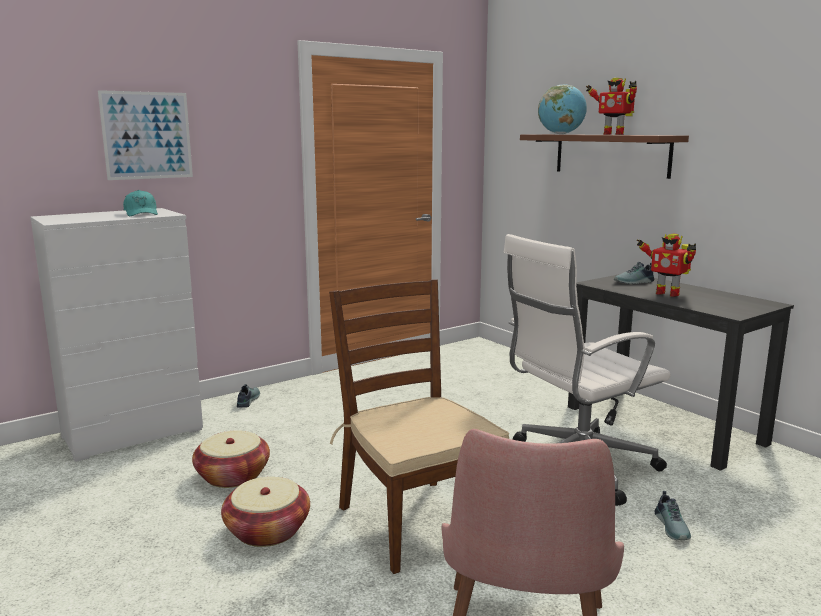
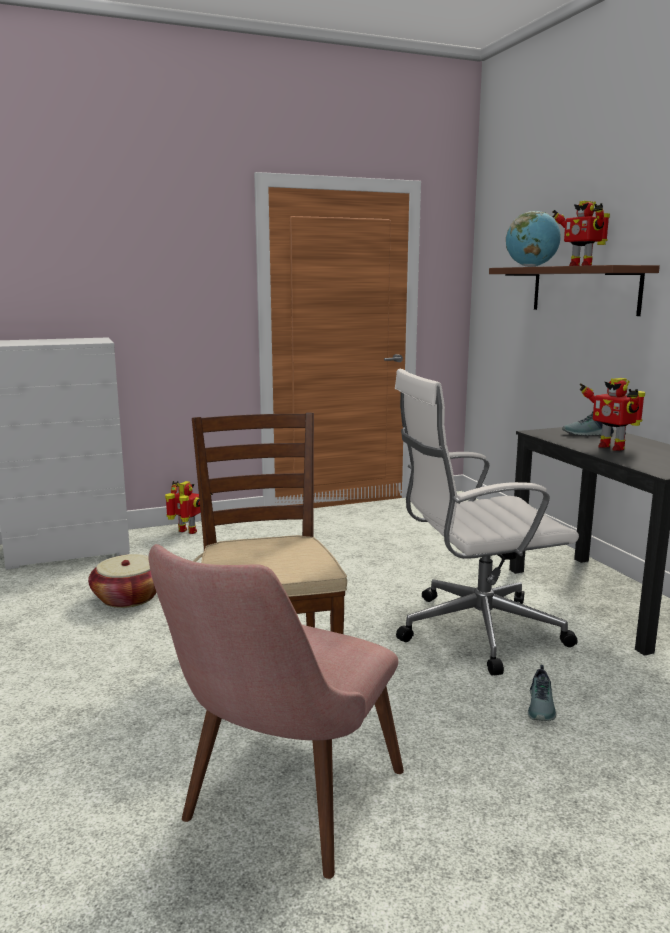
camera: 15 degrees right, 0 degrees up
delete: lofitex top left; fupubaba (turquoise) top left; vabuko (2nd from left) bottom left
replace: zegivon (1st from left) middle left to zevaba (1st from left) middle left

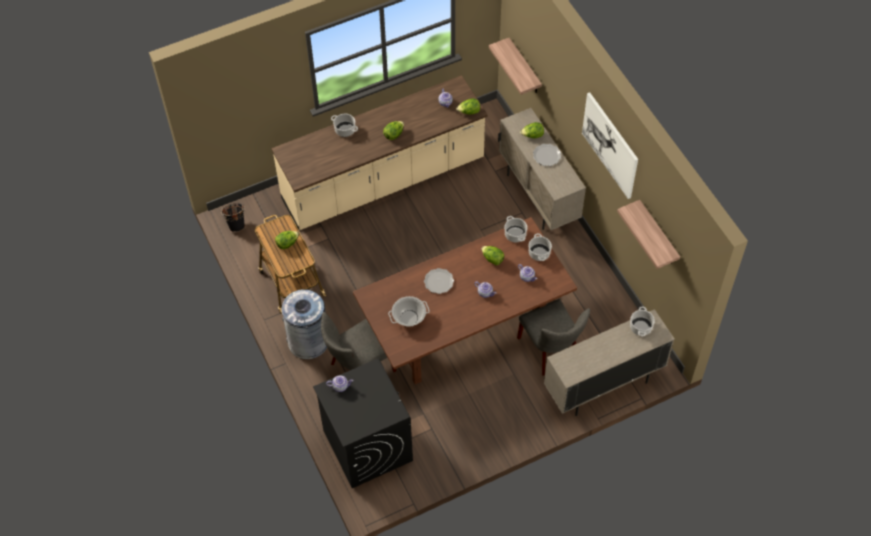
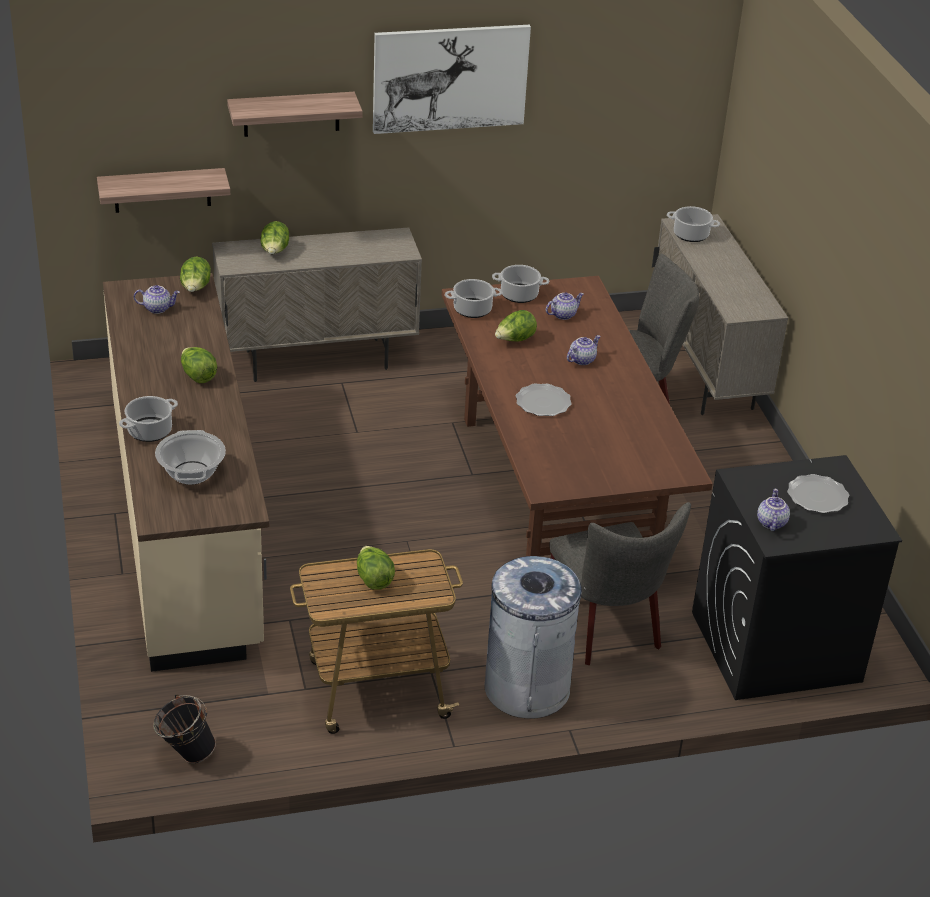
camera: 80 degrees left, 20 degrees down
move: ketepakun (2nd from left) centre to middle left; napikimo (2nd from left) middle right to top left; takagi (2nd from left) top centre to middle right

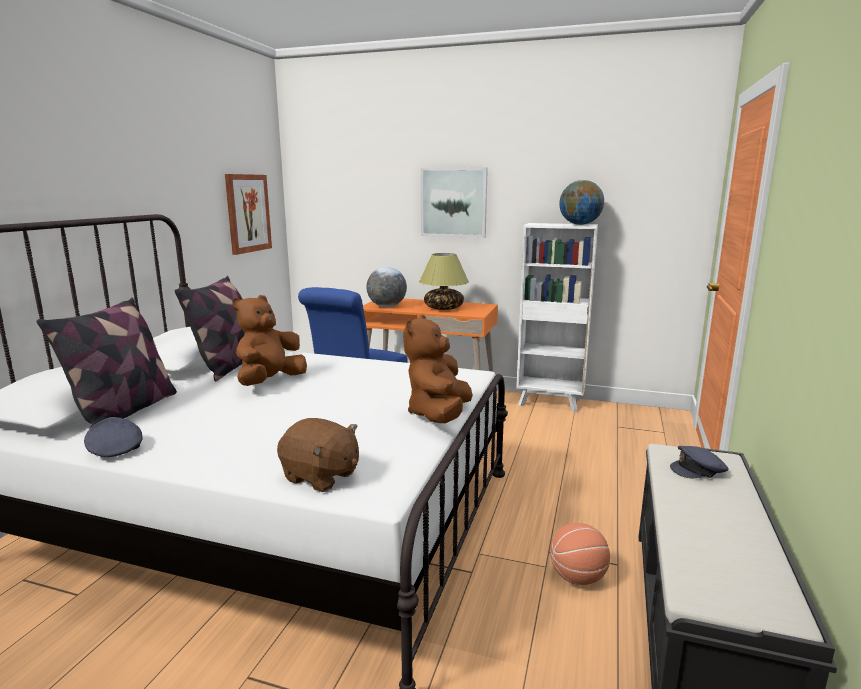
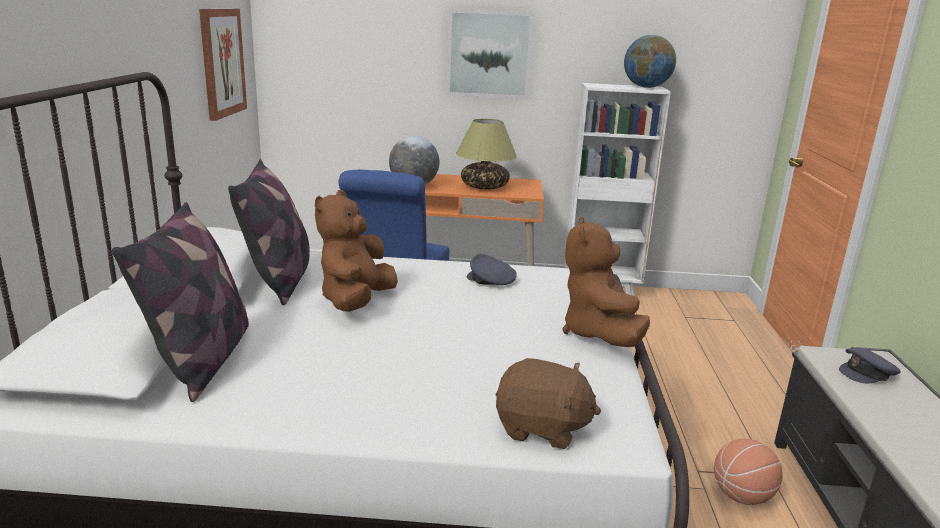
camera: 15 degrees left, 5 degrees up
move: fupubaba (grey) (1st from left) middle left to centre

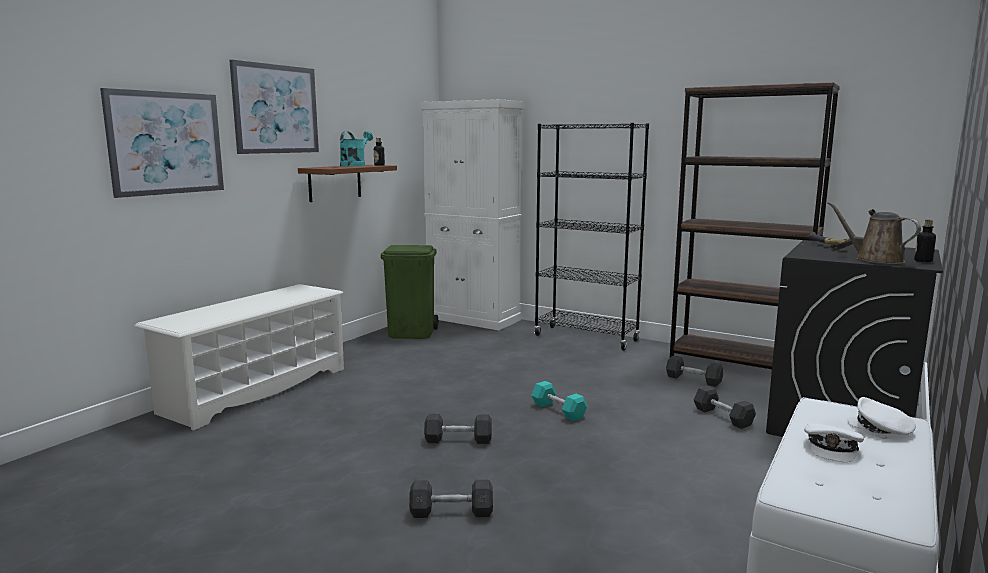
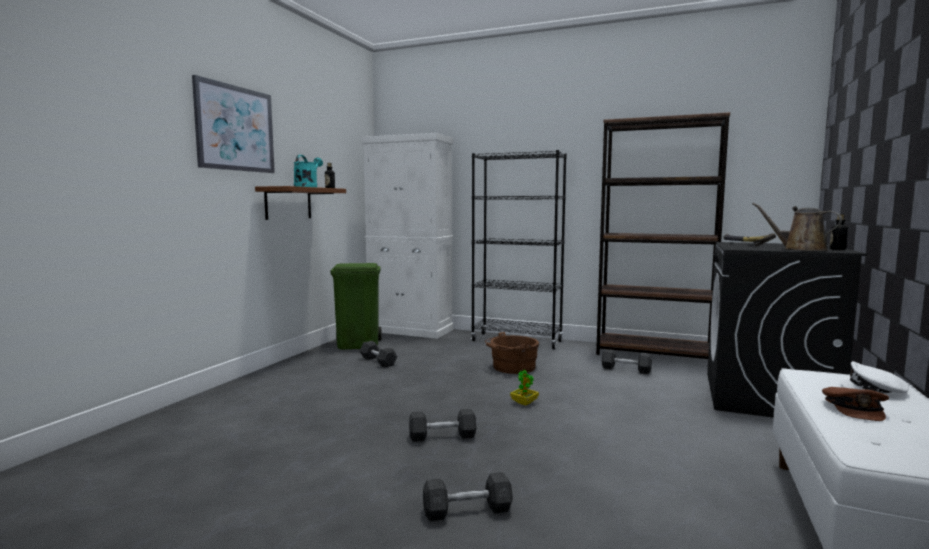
camera: 10 degrees left, 5 degrees down
delete: lofitex (1st from left) top left; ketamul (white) middle left
insert: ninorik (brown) centre
move: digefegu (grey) (4th from left in the first image) bottom right to digefegu (grey) (1st from left) centre
replace: digefegu (turquoise) bottom centre to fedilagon bottom centre
recolor: fupubaba (white) (1st from left) bottom right to fupubaba (brown) bottom right

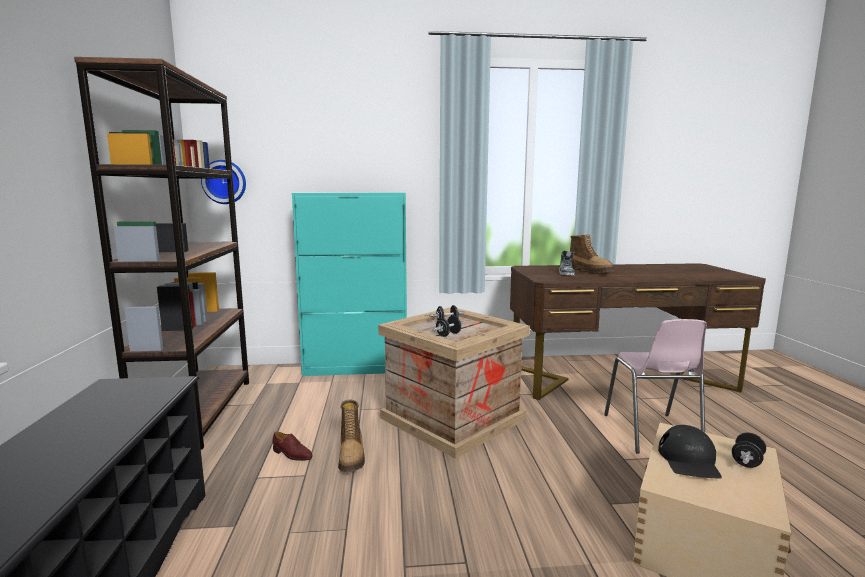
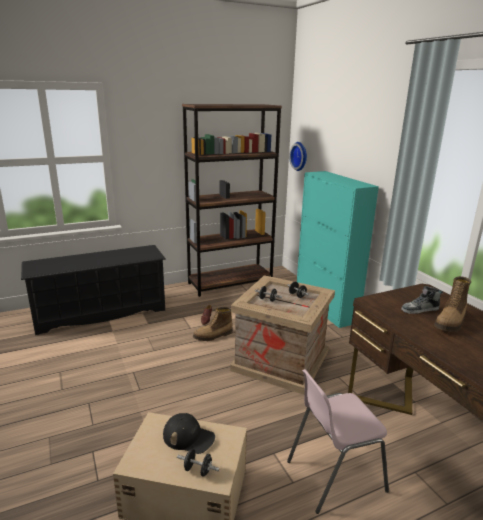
camera: 70 degrees right, 10 degrees up
rotate: fupubaba (black) bottom right = bottom centre 150 degrees counterclockwise

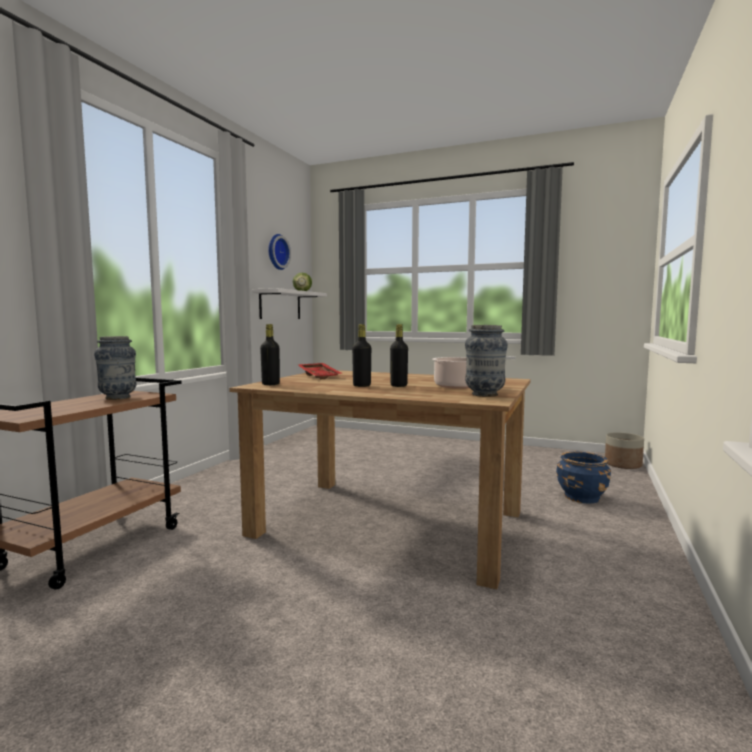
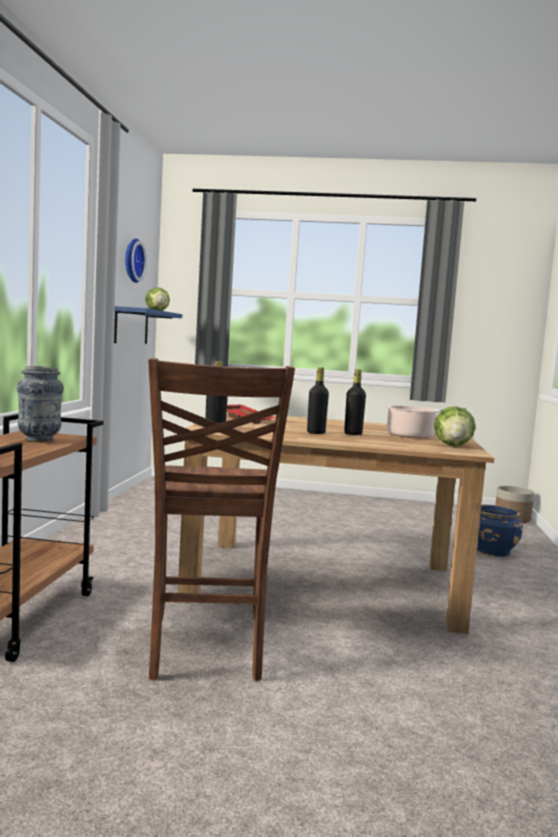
camera: 15 degrees left, 0 degrees up
insert: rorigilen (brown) centre
replace: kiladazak (2nd from left) centre to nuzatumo (2nd from left) middle right
recolor: napikimo (white) centre to napikimo (blue) middle left

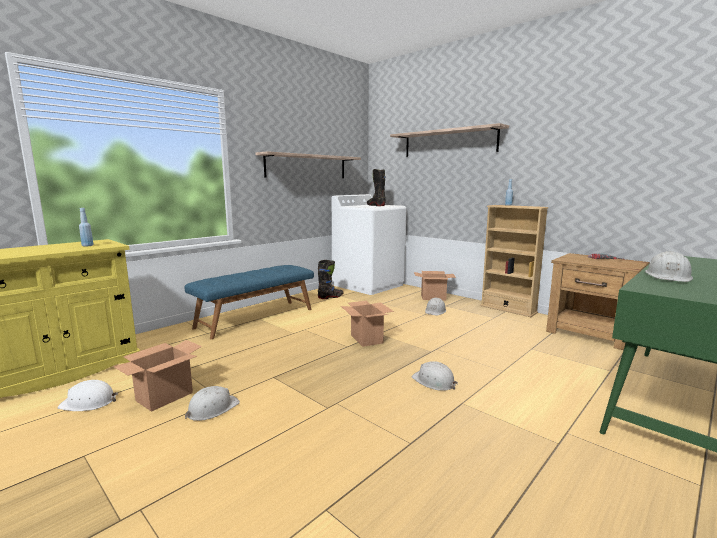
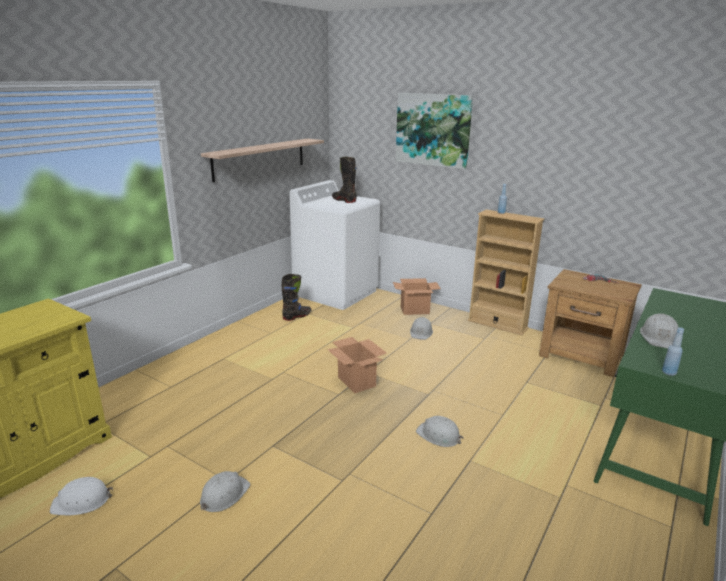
camera: 10 degrees left, 10 degrees up
delete: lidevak (1st from left) bottom left; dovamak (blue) centre
move: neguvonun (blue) (1st from left in the first image) middle left to neguvonun (blue) (2nd from left) middle right
replace: napikimo (2nd from left) top centre to lofitex top centre

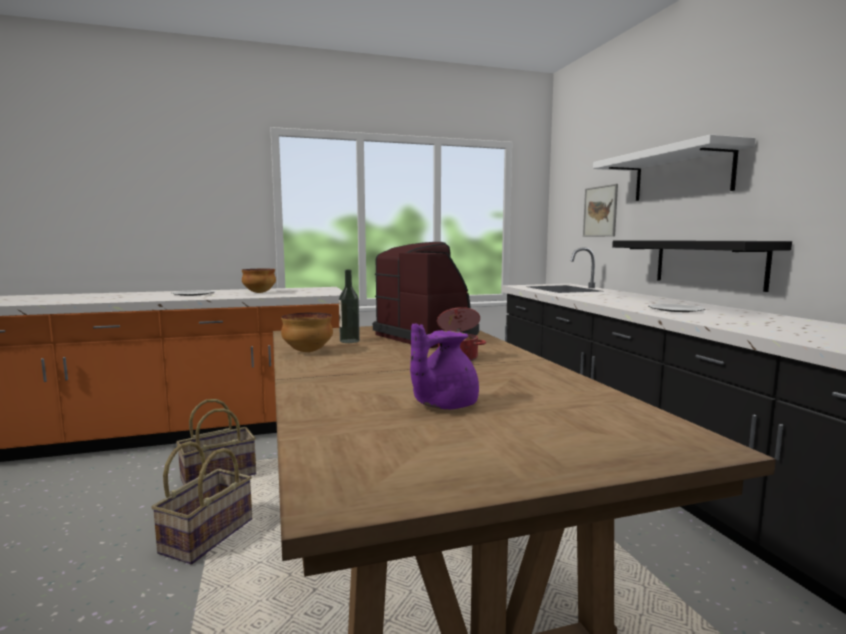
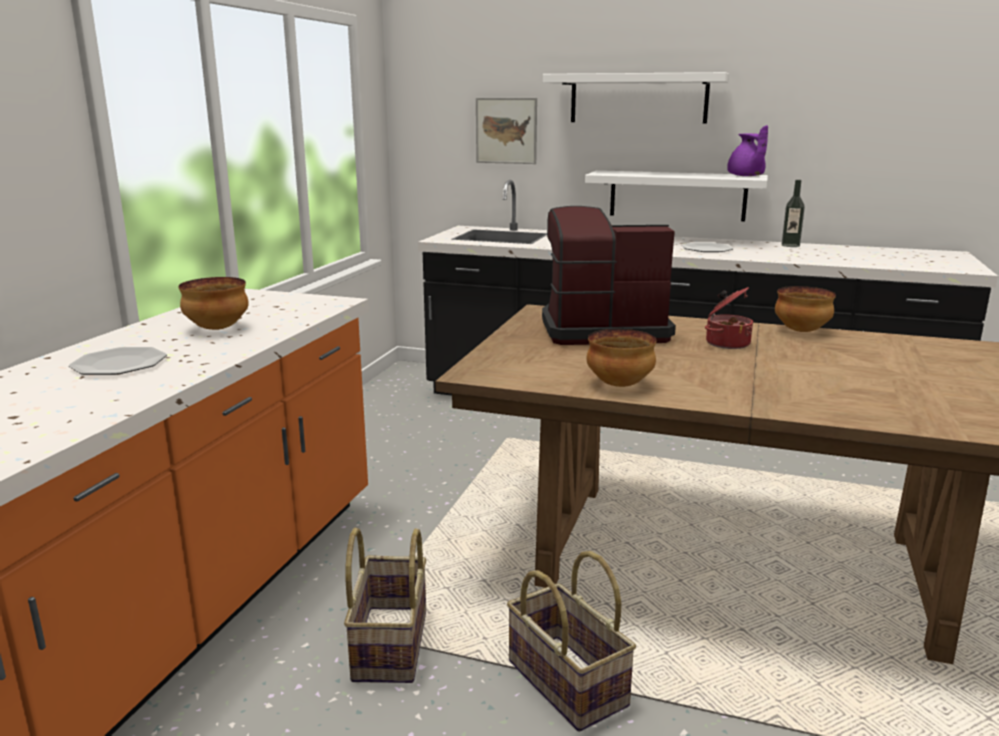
camera: 55 degrees left, 10 degrees up
insert: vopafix (3rd from left) middle right
move: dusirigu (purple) centre to top right; neguvonun centre to top right
recolor: napikimo (black) middle right to napikimo (white) (2nd from left) top right

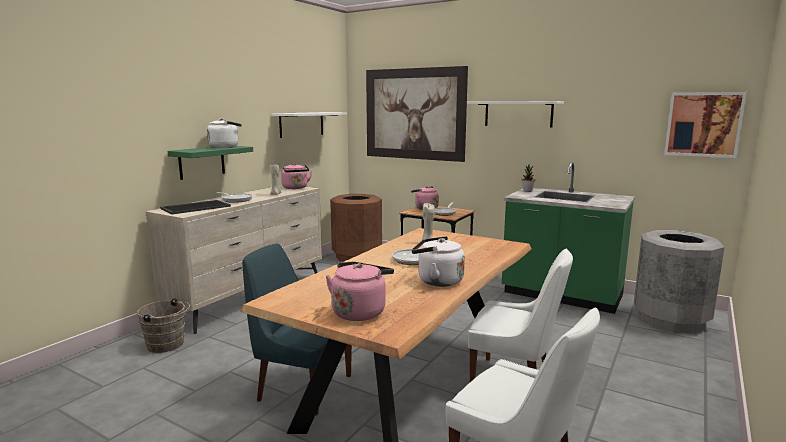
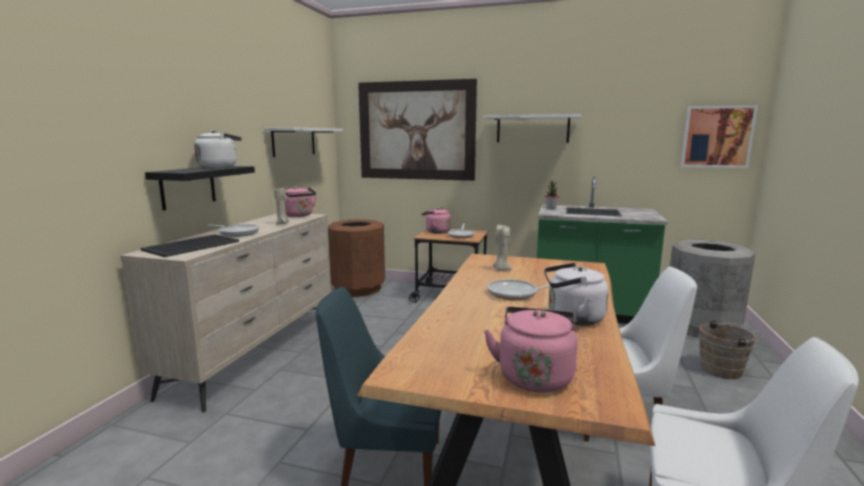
camera: 15 degrees left, 0 degrees up
move: ninorik (brown) bottom left to bottom right
recolor: napikimo (green) middle left to napikimo (black) middle left

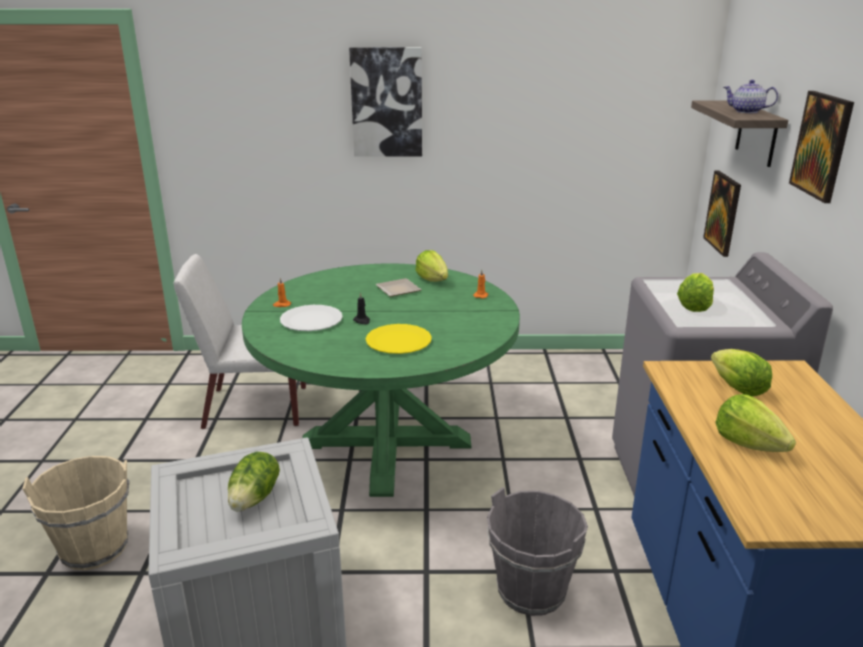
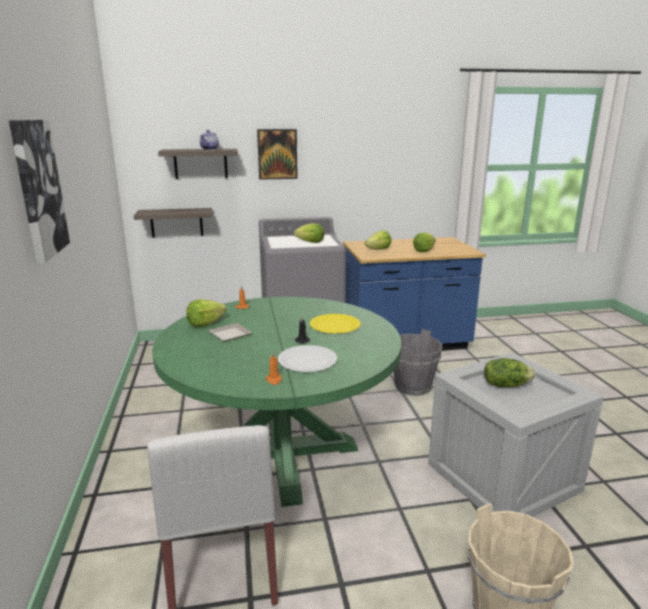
camera: 100 degrees left, 5 degrees down
replace: lofitex (2nd from left) top right to napikimo (1st from left) middle left

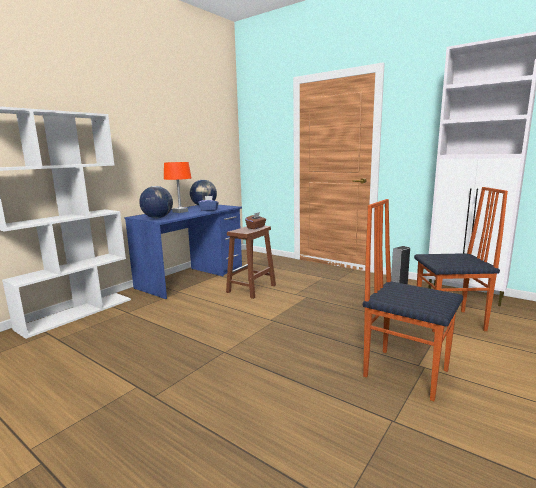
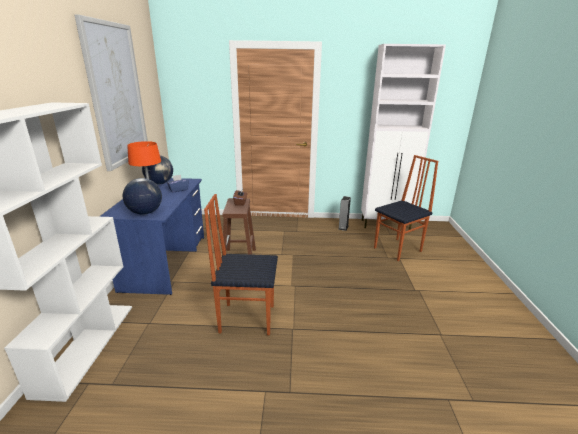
camera: 35 degrees left, 10 degrees up
insert: lofitex top left
move: rorigilen (1st from left) middle right to centre

